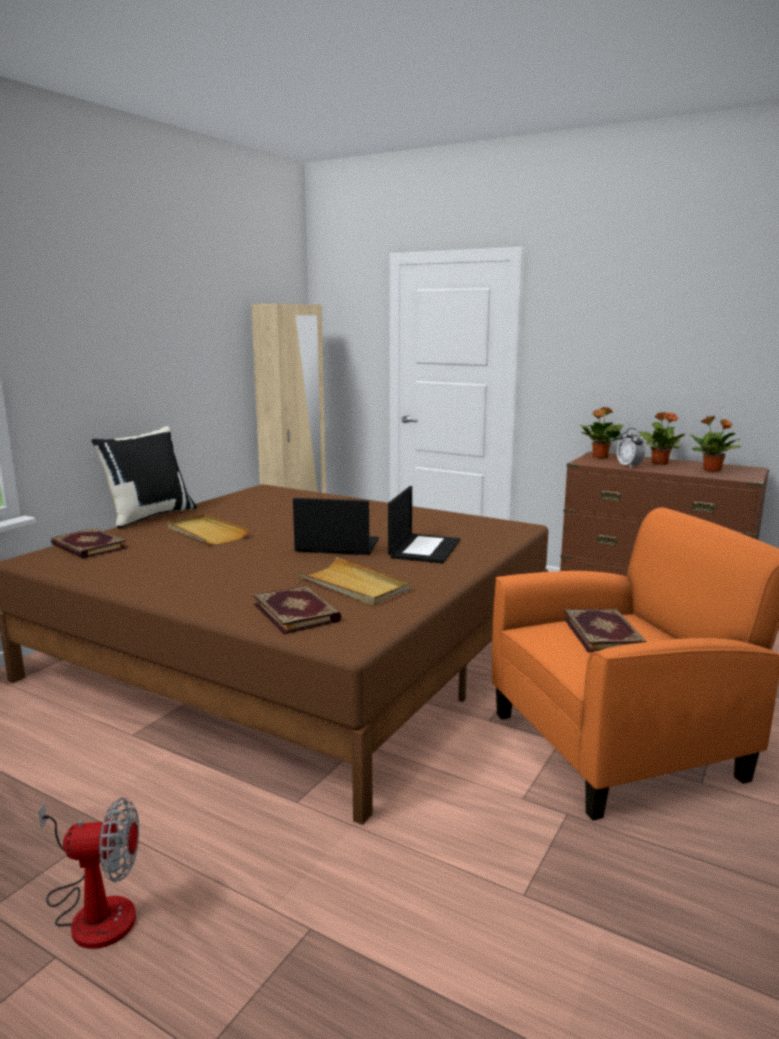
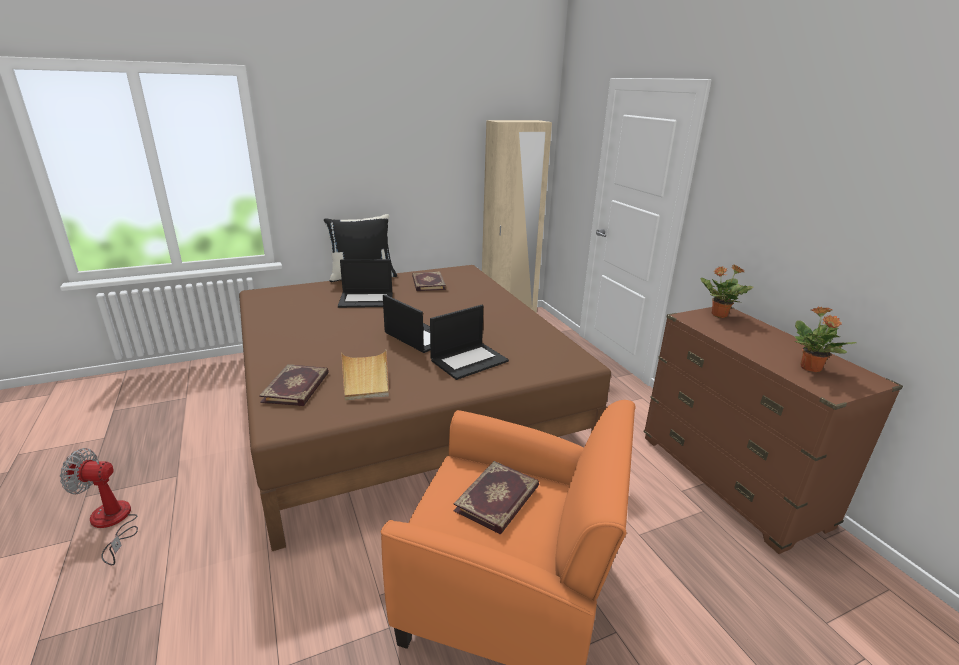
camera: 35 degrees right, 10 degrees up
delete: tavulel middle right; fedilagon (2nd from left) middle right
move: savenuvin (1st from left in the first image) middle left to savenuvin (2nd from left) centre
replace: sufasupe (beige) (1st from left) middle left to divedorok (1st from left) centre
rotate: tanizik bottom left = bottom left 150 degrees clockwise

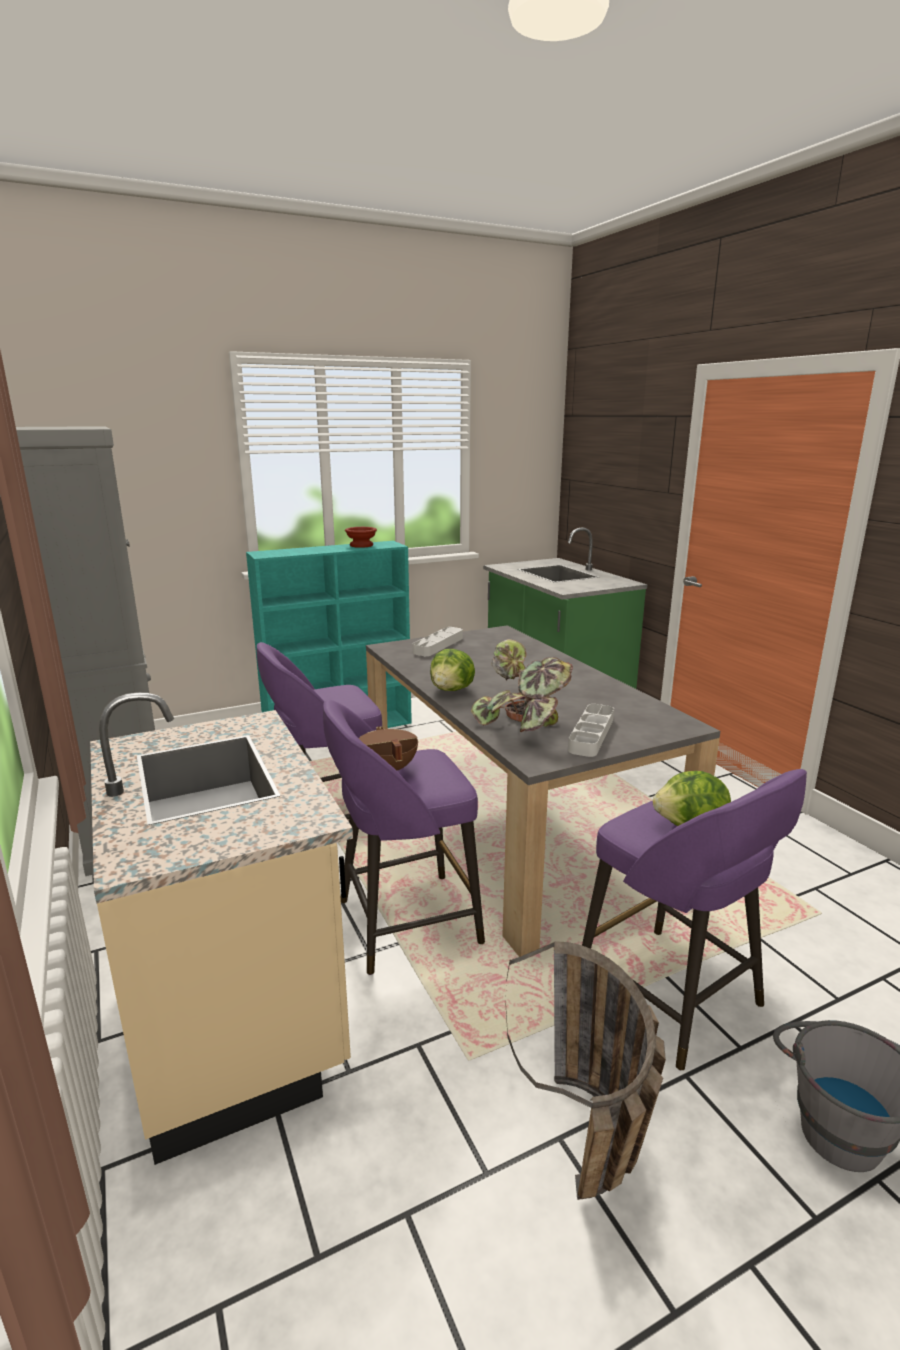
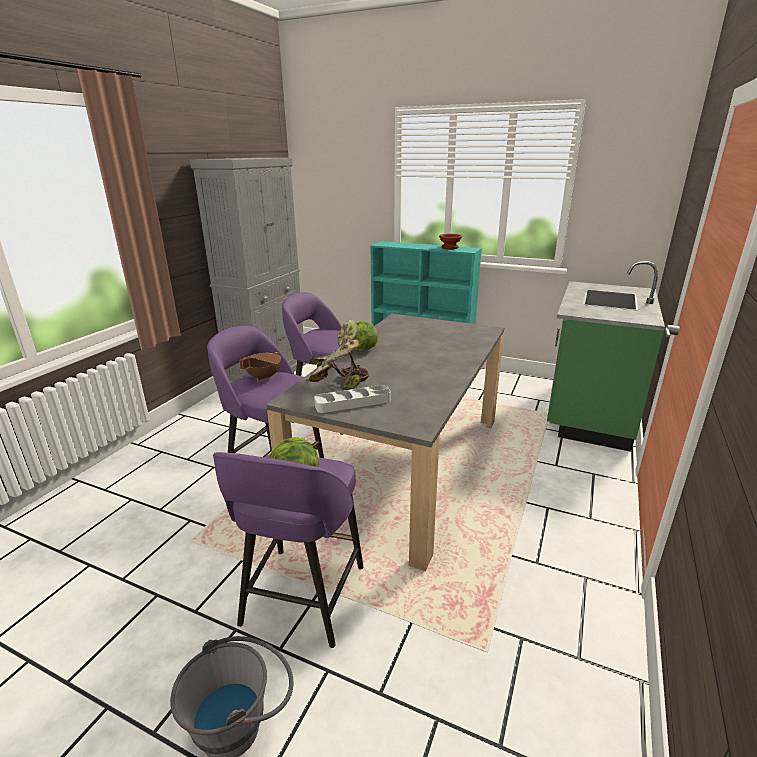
camera: 50 degrees right, 5 degrees up
delete: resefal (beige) bottom left; sufasupe (grey) (1st from left) centre; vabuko bottom centre

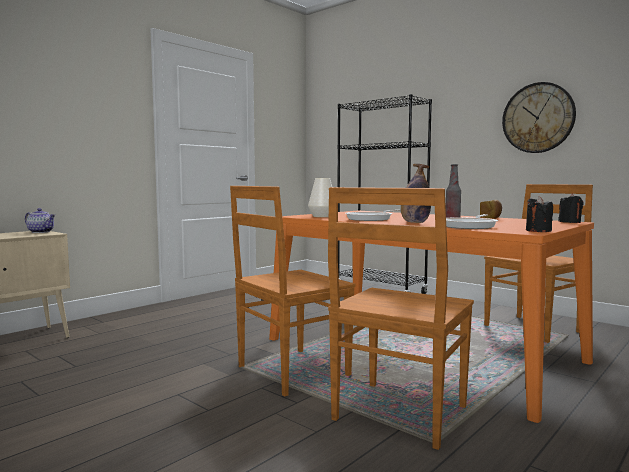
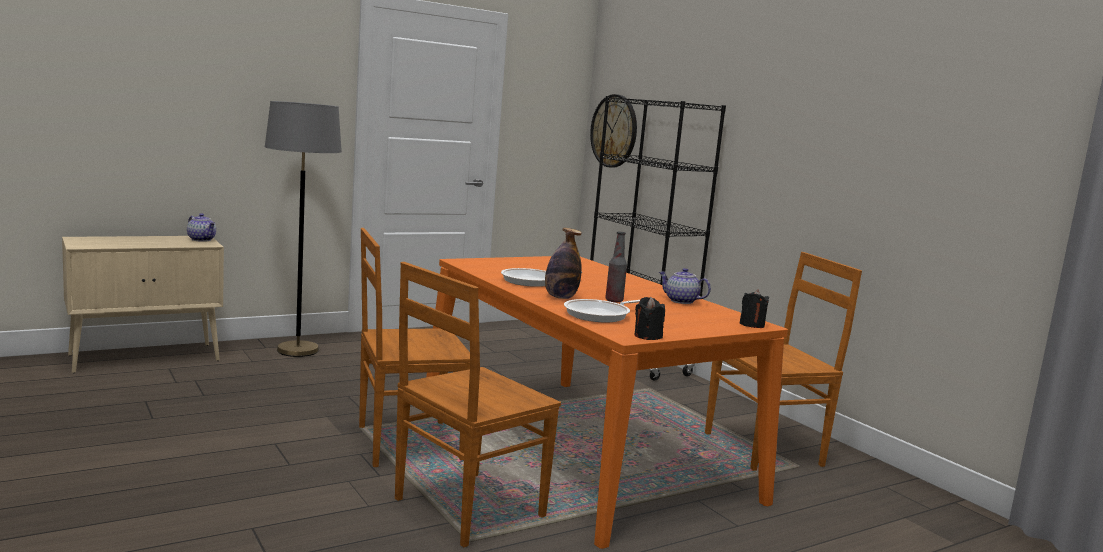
camera: 15 degrees right, 5 degrees up
delete: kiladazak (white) centre
insert: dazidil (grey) middle left
move: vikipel top right to top centre
replace: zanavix middle right to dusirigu (2nd from left) centre

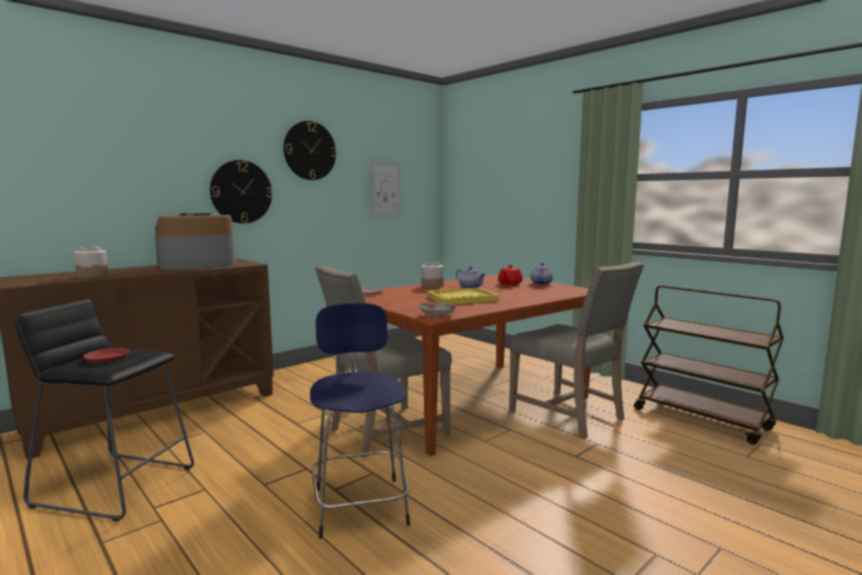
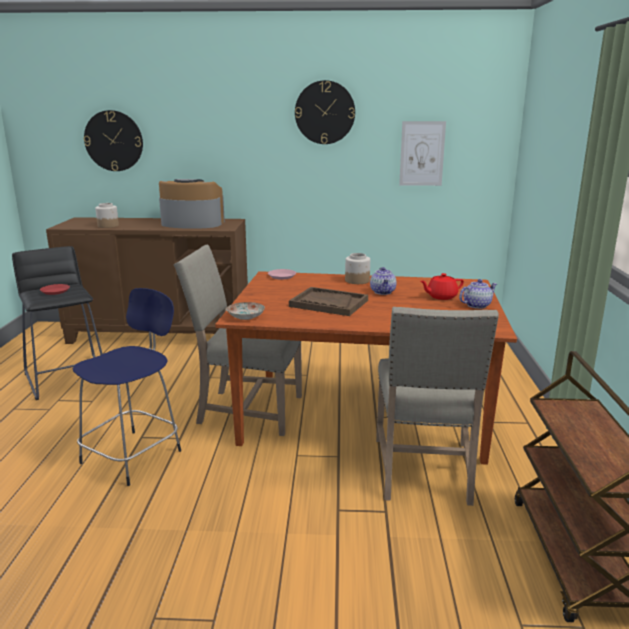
camera: 45 degrees right, 10 degrees up
move: vikipel (1st from left) middle left to top left
recolor: sufasupe (yellow) centre to sufasupe (brown) centre

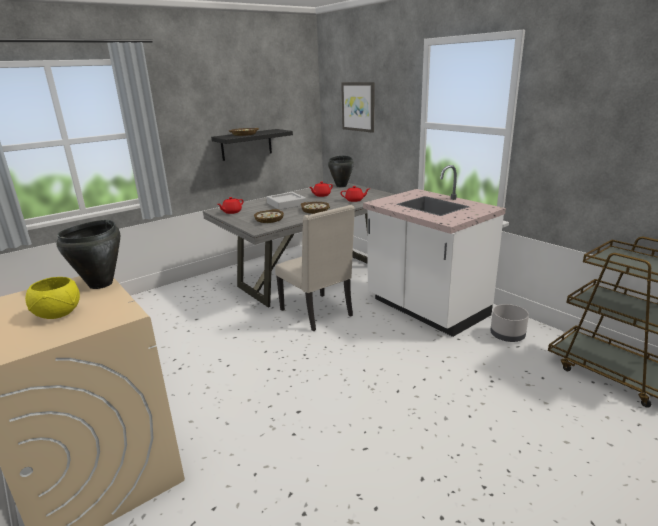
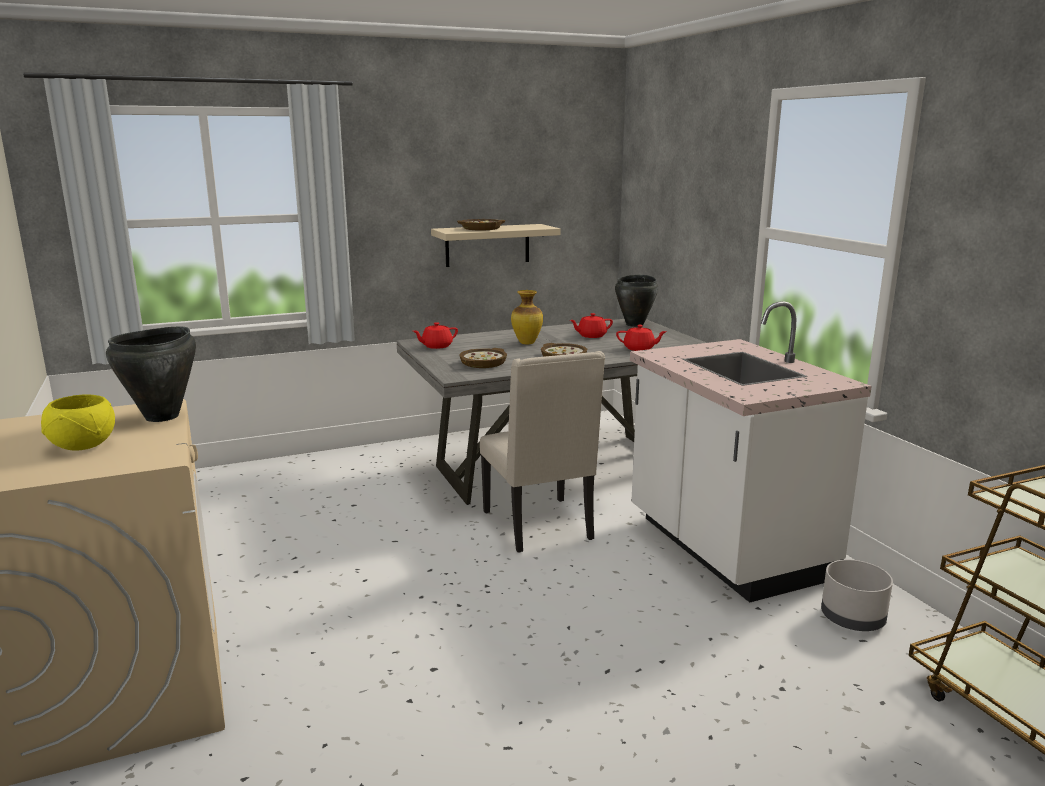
camera: 15 degrees right, 5 degrees down
delete: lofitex top centre
replace: sufasupe (grey) centre to kiladazak centre
recolor: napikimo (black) top centre to napikimo (beige) top centre

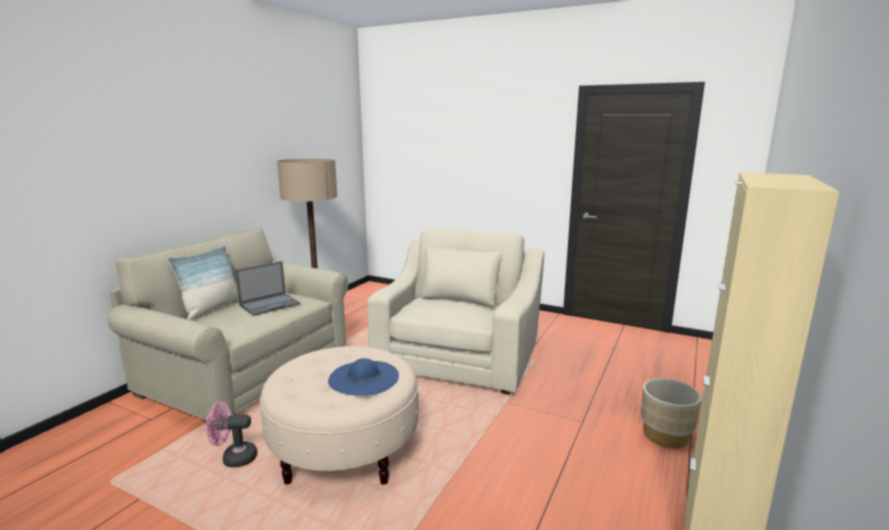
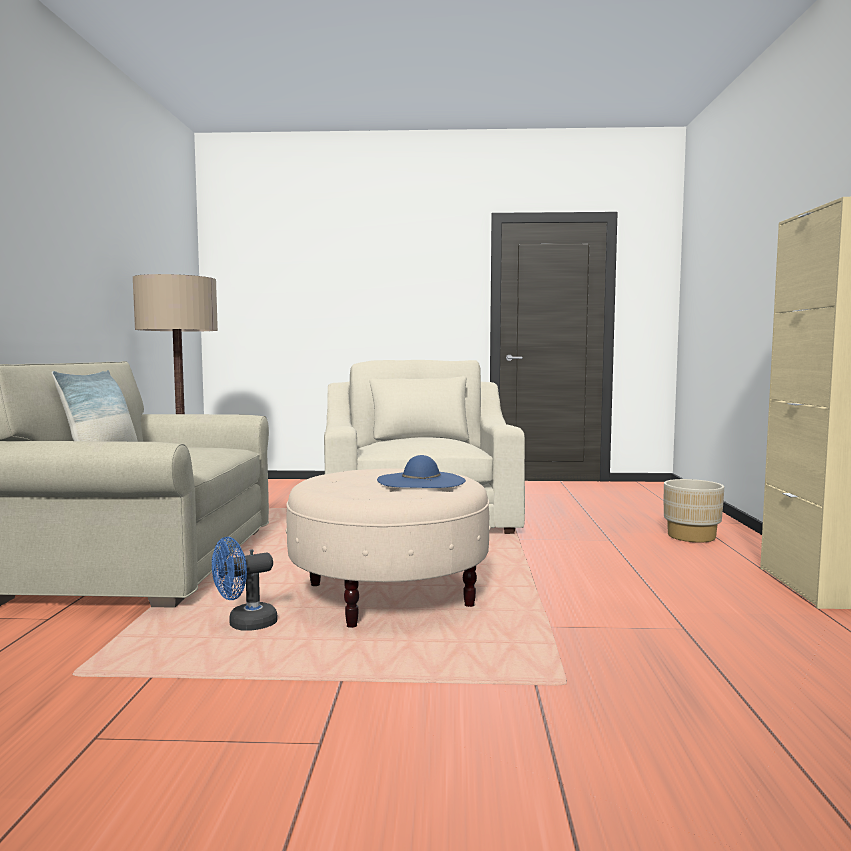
camera: 25 degrees left, 10 degrees down
delete: divedorok middle left
recolor: tanizik (pink) bottom left to tanizik (blue) bottom left

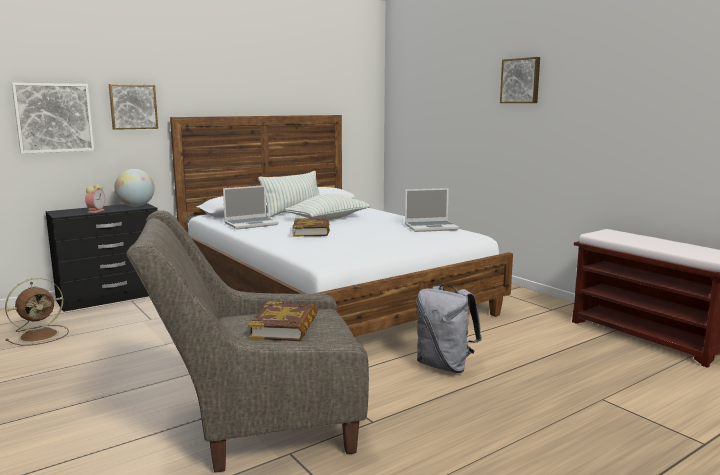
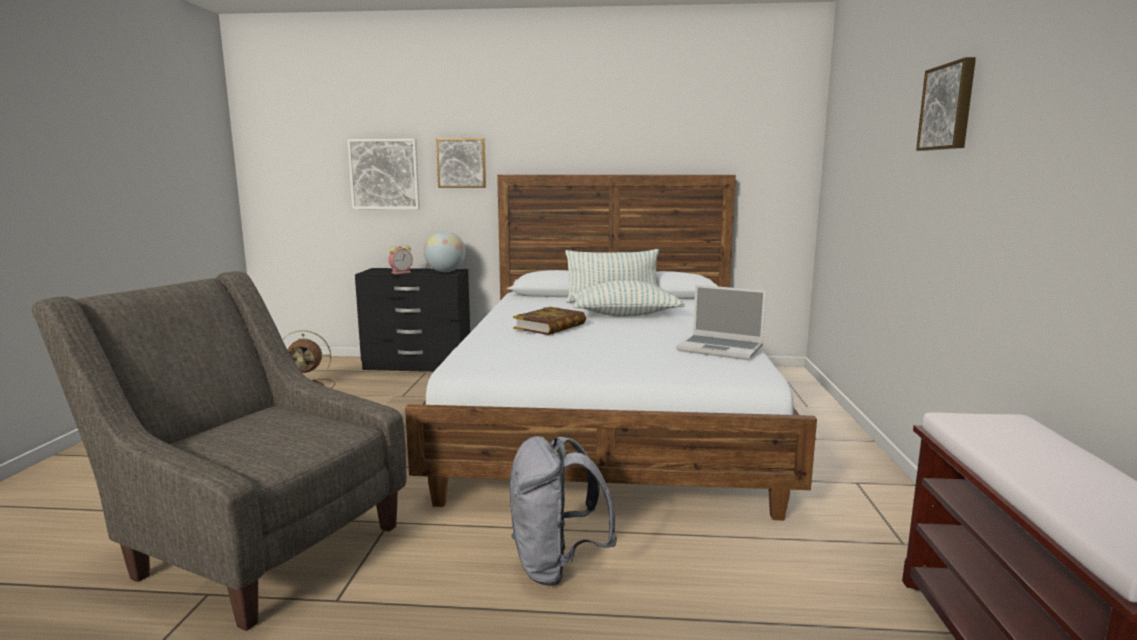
camera: 40 degrees right, 0 degrees up
delete: divedorok (1st from left) centre; savenuvin (1st from left) bottom centre

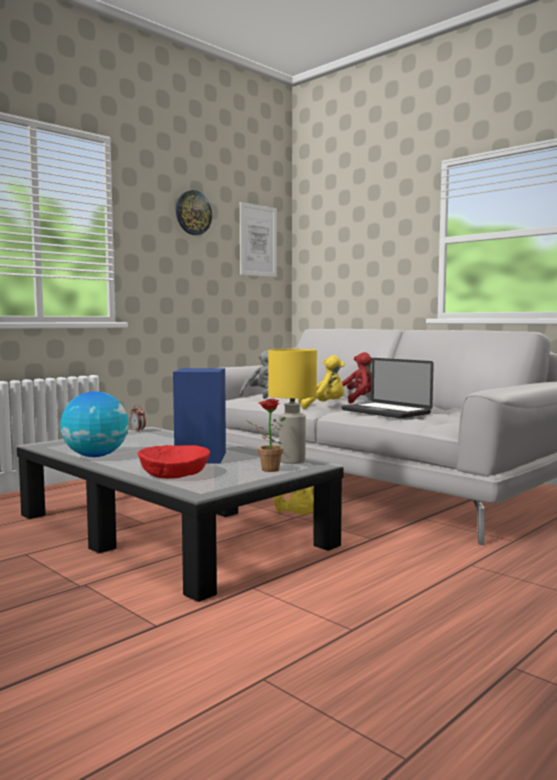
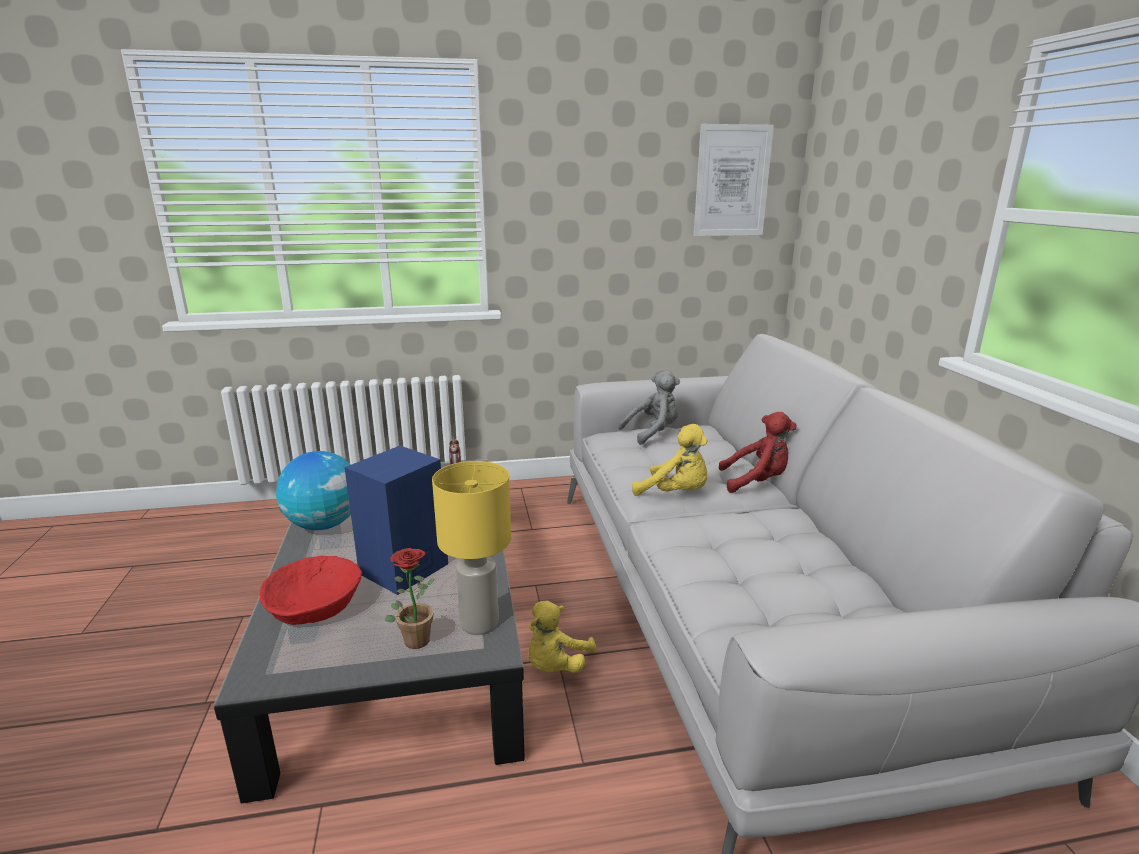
camera: 35 degrees right, 15 degrees up
delete: vikipel top centre; divedorok middle right

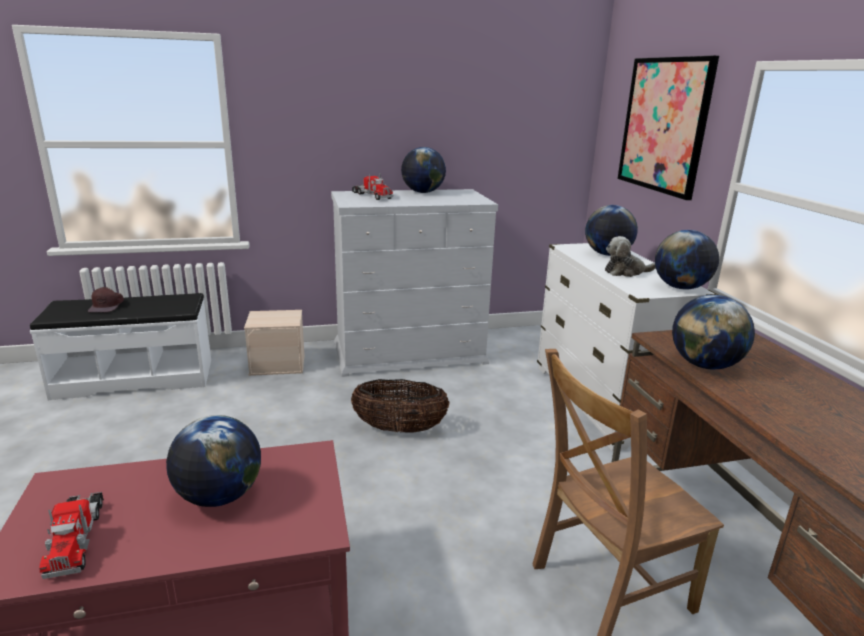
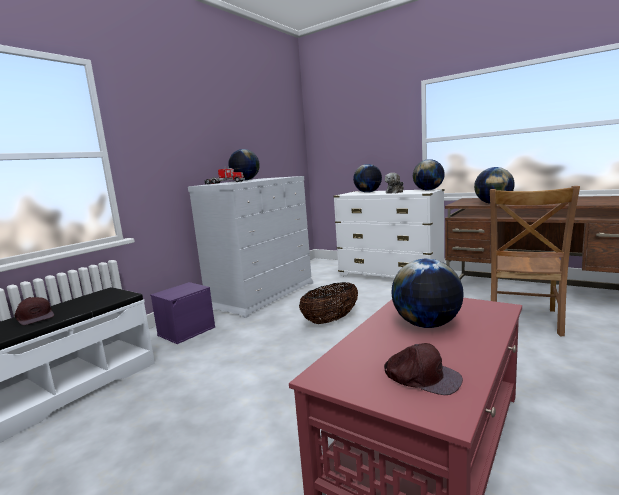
camera: 40 degrees left, 10 degrees down
delete: lofitex top right
replace: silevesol (1st from left) bottom left to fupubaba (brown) (2nd from left) bottom right
recolor: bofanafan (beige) middle left to bofanafan (purple) middle left

